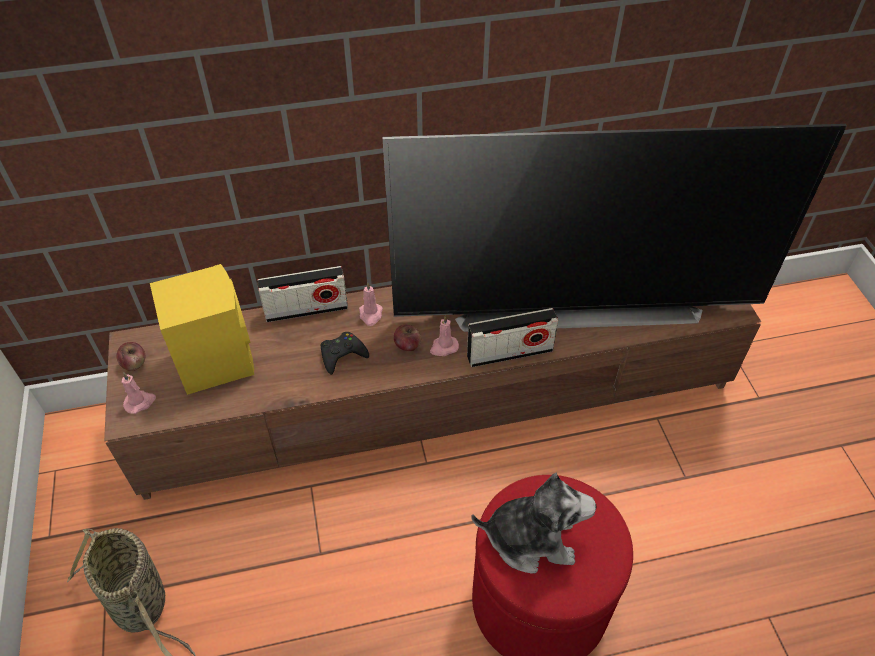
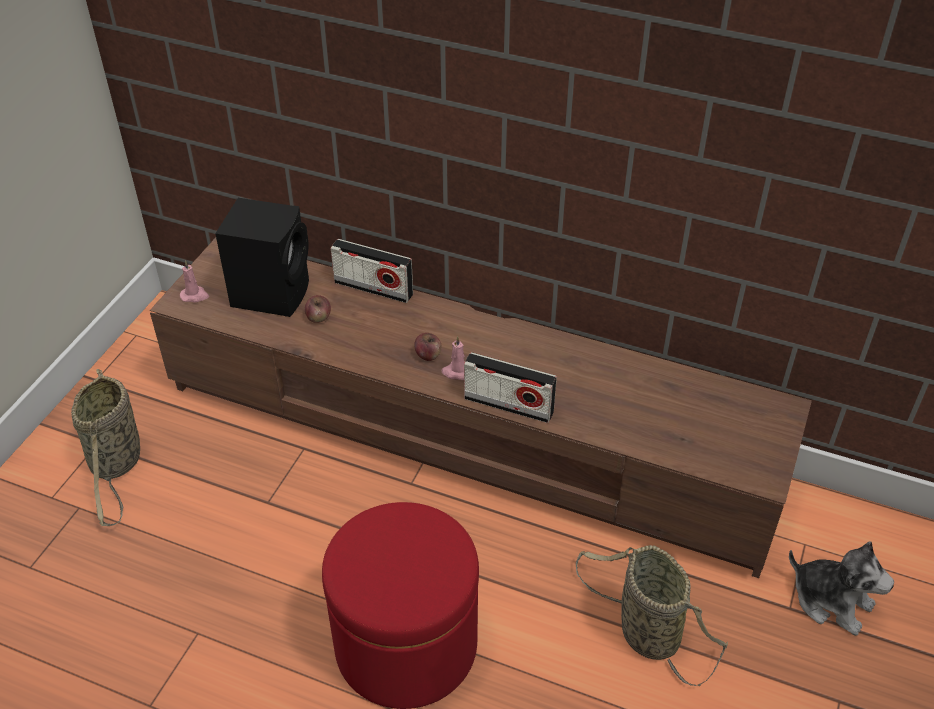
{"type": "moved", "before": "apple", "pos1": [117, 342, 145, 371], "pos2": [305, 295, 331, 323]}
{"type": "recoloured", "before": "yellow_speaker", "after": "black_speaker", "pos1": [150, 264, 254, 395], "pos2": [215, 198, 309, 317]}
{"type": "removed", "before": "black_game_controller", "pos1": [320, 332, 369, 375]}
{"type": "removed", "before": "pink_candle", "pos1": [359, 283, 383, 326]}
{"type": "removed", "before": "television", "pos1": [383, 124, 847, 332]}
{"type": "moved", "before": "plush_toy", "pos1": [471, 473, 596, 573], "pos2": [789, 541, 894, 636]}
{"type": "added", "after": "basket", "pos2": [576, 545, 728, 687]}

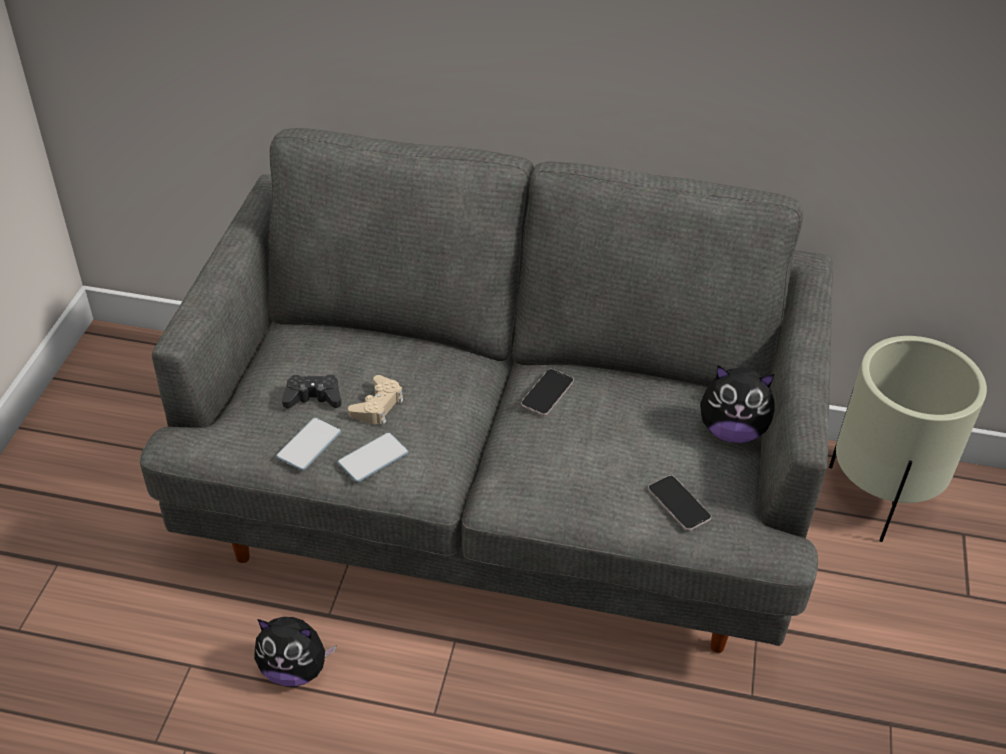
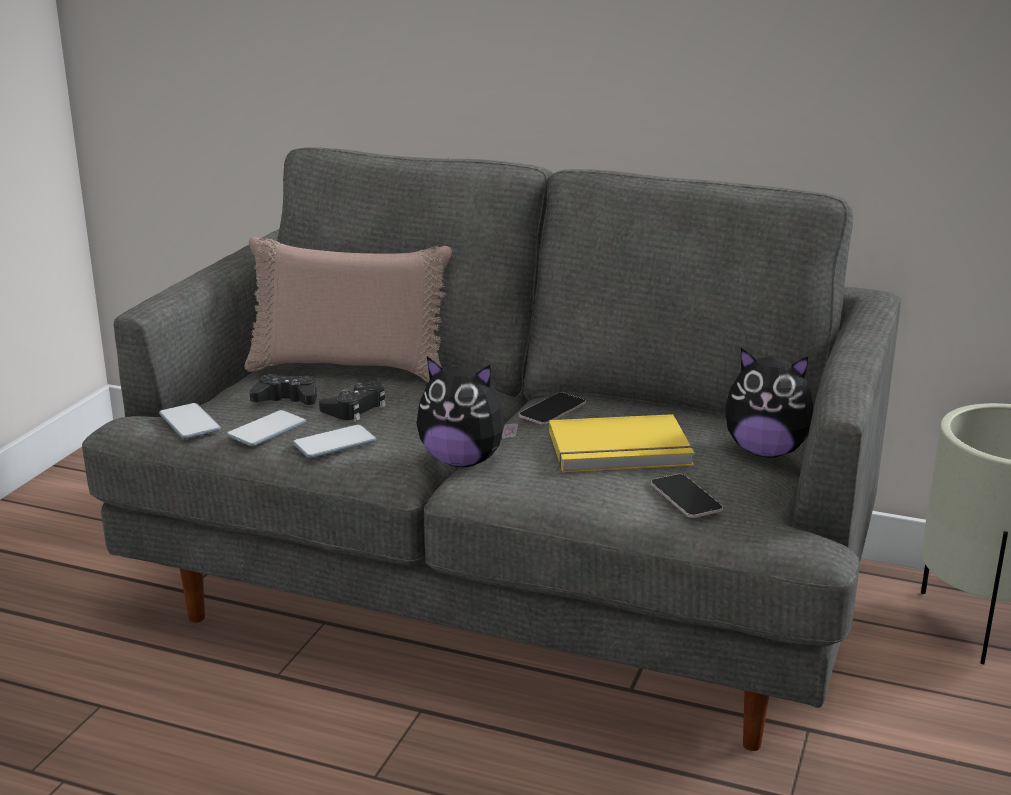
{"type": "moved", "before": "plush_toy", "pos1": [254, 617, 336, 687], "pos2": [417, 357, 518, 467]}
{"type": "recoloured", "before": "beige_game_controller", "after": "black_game_controller", "pos1": [348, 375, 403, 425], "pos2": [319, 381, 386, 421]}
{"type": "added", "after": "phone", "pos2": [159, 403, 221, 439]}
{"type": "added", "after": "beige_pillow", "pos2": [244, 237, 452, 382]}
{"type": "added", "after": "yellow_book", "pos2": [549, 414, 695, 472]}

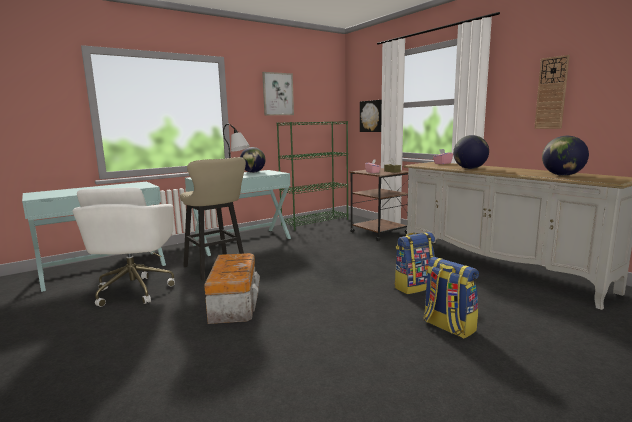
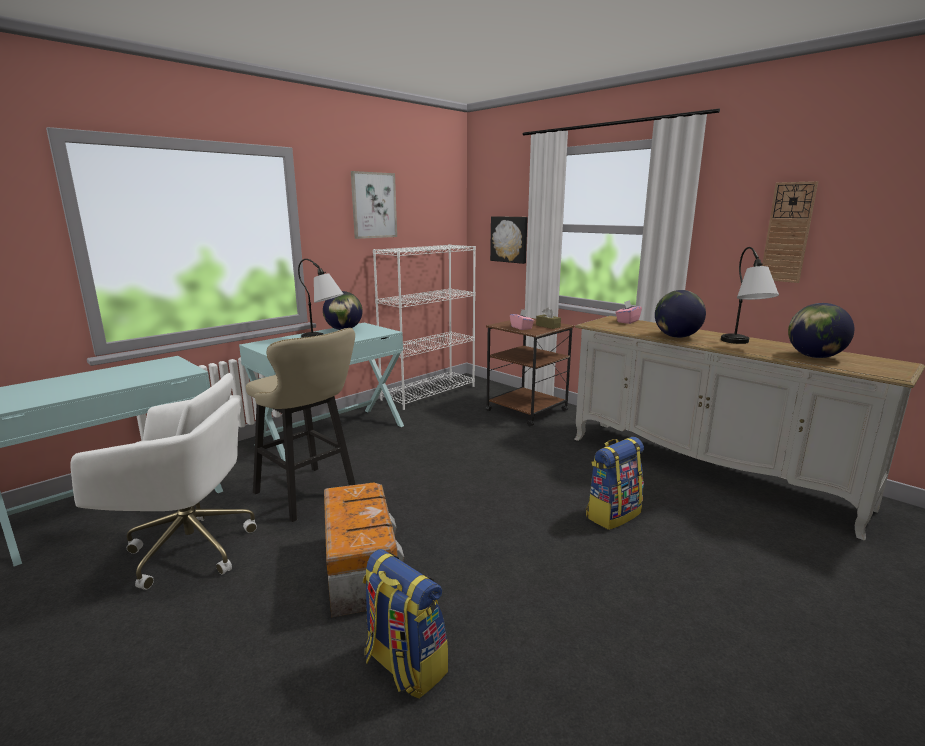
{"type": "turned", "before": "white_office_chair", "pos1": [73, 188, 175, 307], "pos2": [70, 373, 257, 590], "turn": -75}
{"type": "recoloured", "before": "green_bookcase", "after": "white_bookcase", "pos1": [277, 121, 348, 231], "pos2": [373, 244, 476, 410]}
{"type": "moved", "before": "backpack", "pos1": [423, 257, 479, 339], "pos2": [363, 549, 448, 699]}
{"type": "added", "after": "table_lamp", "pos2": [721, 247, 779, 344]}

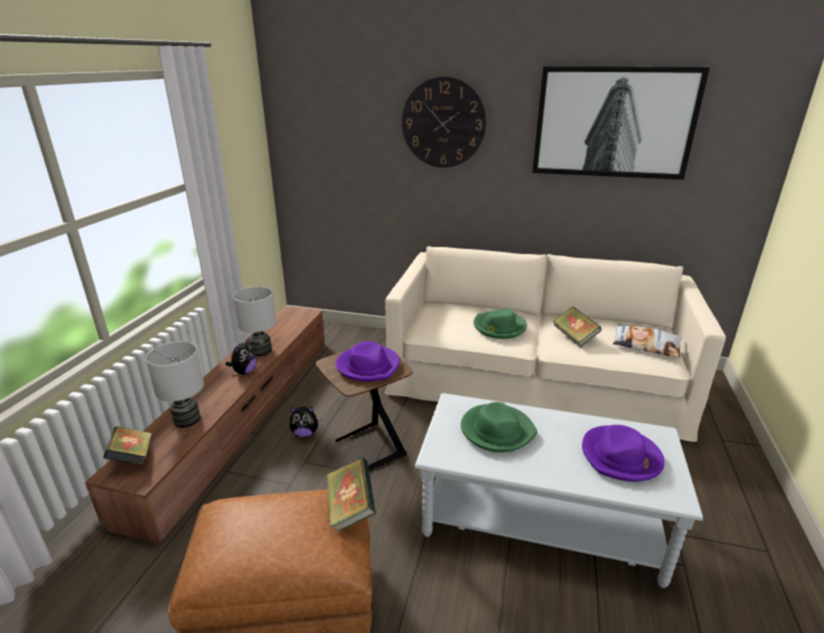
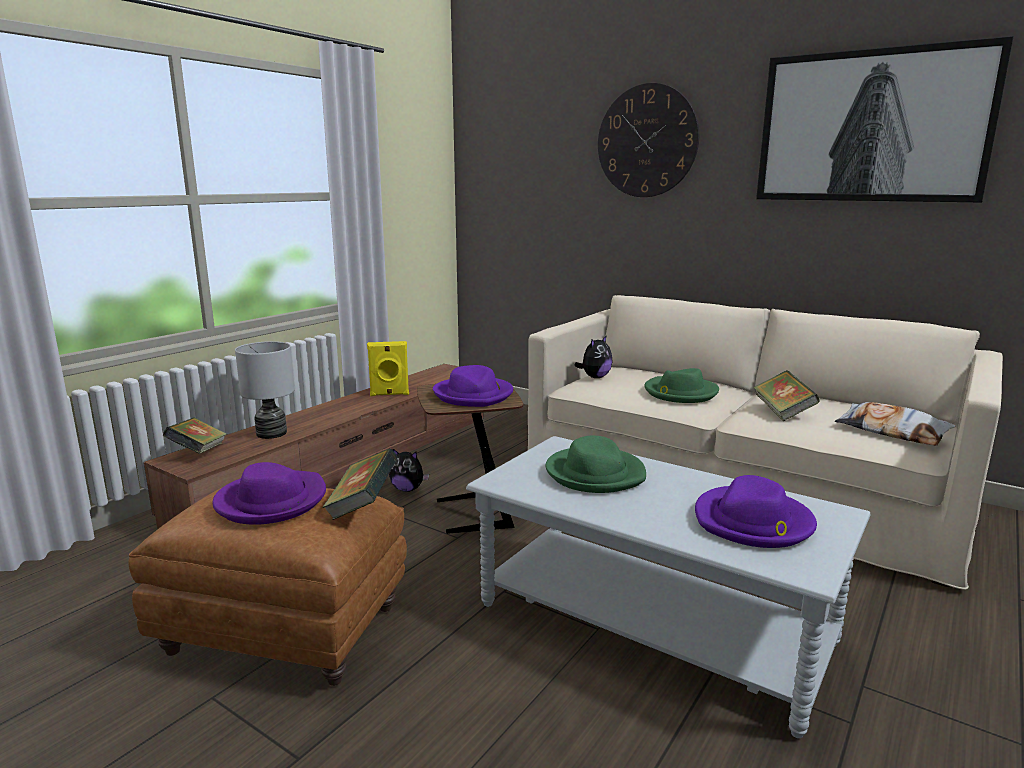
{"type": "moved", "before": "plush_toy", "pos1": [226, 338, 257, 374], "pos2": [575, 335, 613, 378]}
{"type": "replaced", "before": "grey_table_lamp", "after": "yellow_speaker", "pos1": [233, 287, 276, 356], "pos2": [367, 341, 409, 396]}
{"type": "added", "after": "purple_hat", "pos2": [212, 462, 326, 525]}

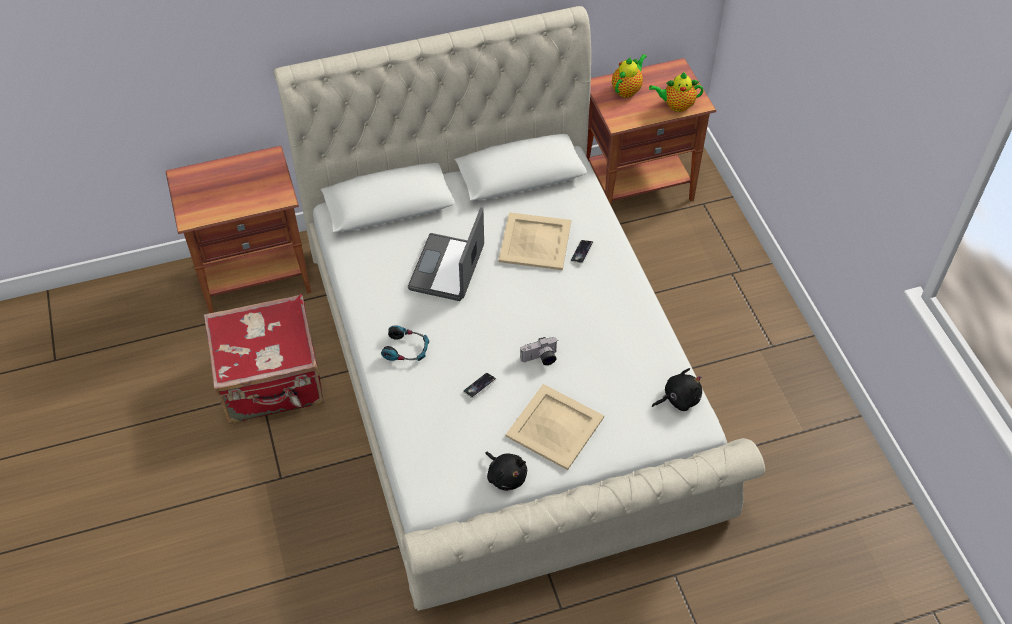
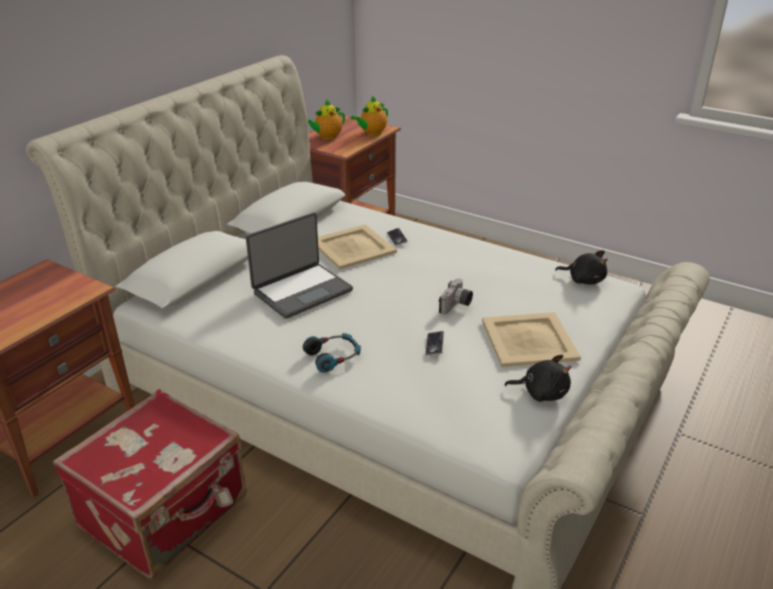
{"type": "turned", "before": "laptop", "pos1": [408, 207, 484, 301], "pos2": [246, 212, 353, 319], "turn": -105}
{"type": "turned", "before": "teapot", "pos1": [612, 54, 647, 98], "pos2": [307, 99, 345, 140], "turn": -120}
{"type": "turned", "before": "black_plush_toy", "pos1": [652, 368, 702, 411], "pos2": [555, 250, 608, 285], "turn": 90}

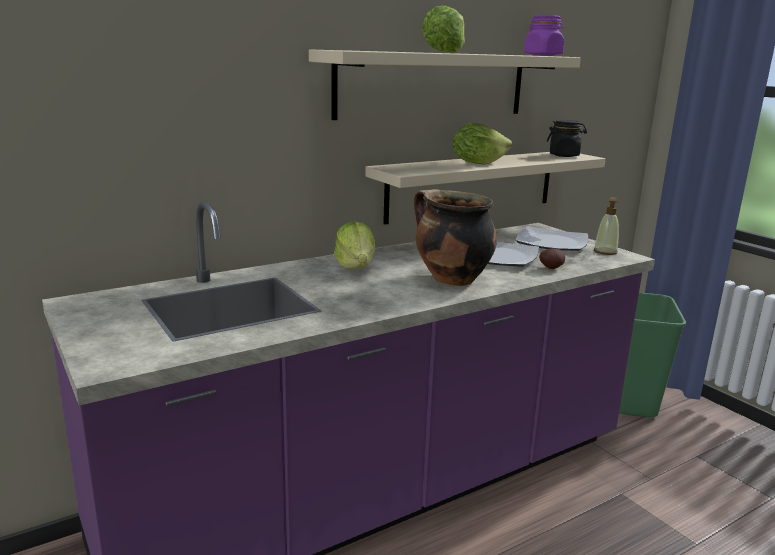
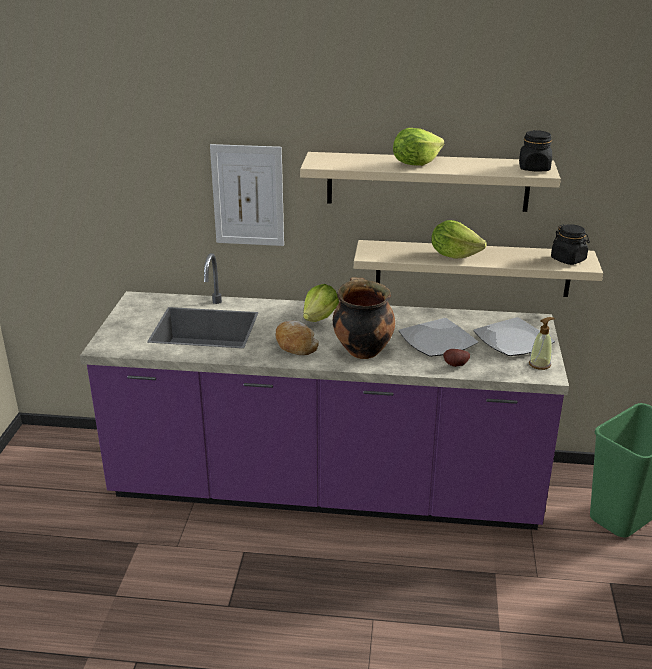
{"type": "recoloured", "before": "purple_jar", "after": "black_jar", "pos1": [524, 15, 564, 56], "pos2": [519, 130, 552, 171]}
{"type": "added", "after": "picture", "pos2": [210, 144, 284, 246]}
{"type": "added", "after": "bread", "pos2": [276, 320, 319, 355]}

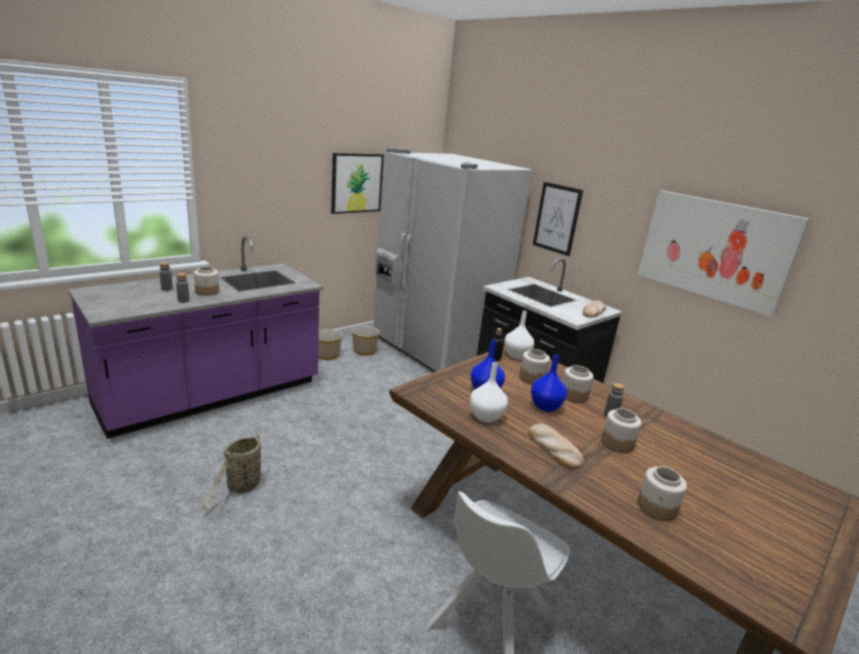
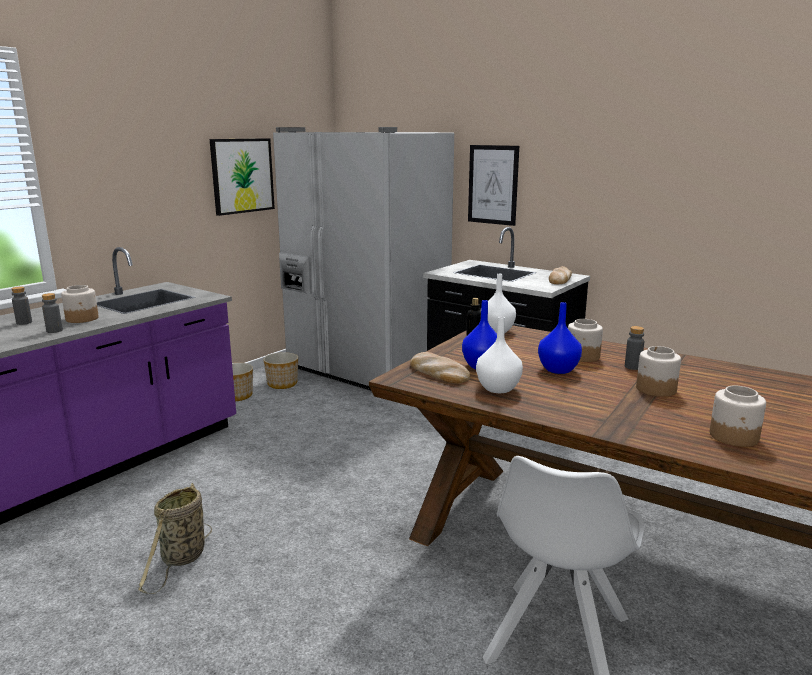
{"type": "removed", "before": "jar", "pos1": [519, 349, 550, 384]}
{"type": "moved", "before": "bread", "pos1": [529, 424, 584, 469], "pos2": [410, 352, 470, 384]}
{"type": "removed", "before": "picture", "pos1": [637, 190, 810, 317]}

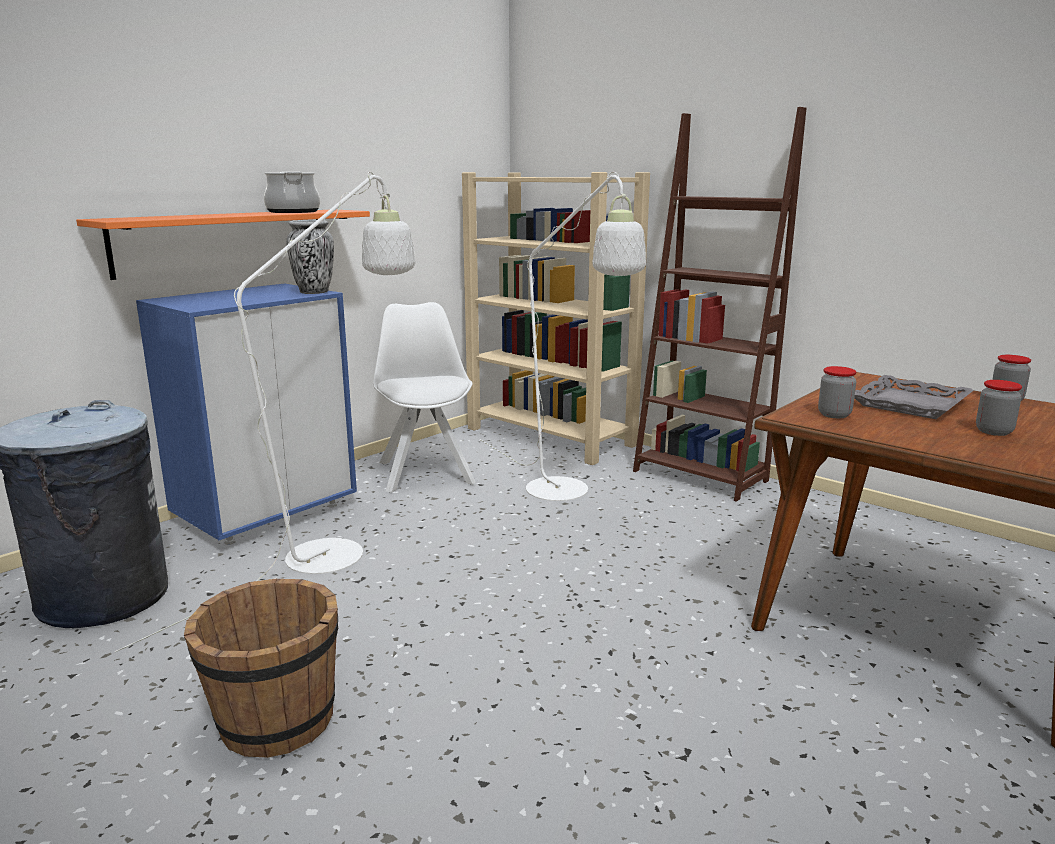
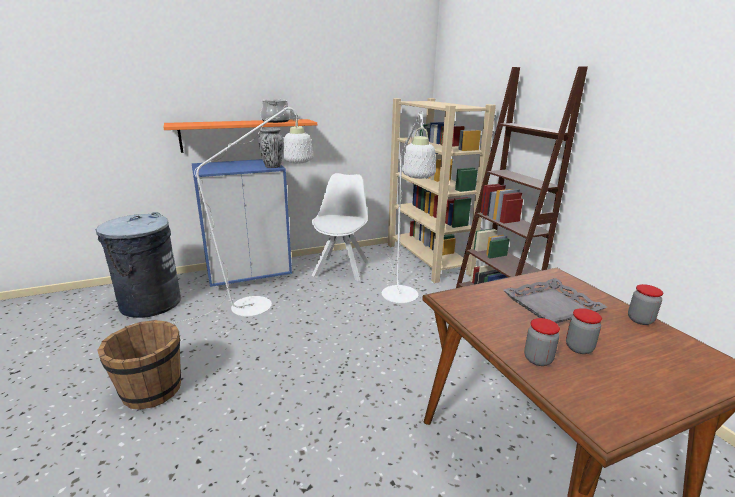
{"type": "moved", "before": "jar", "pos1": [818, 366, 856, 418], "pos2": [524, 318, 560, 366]}

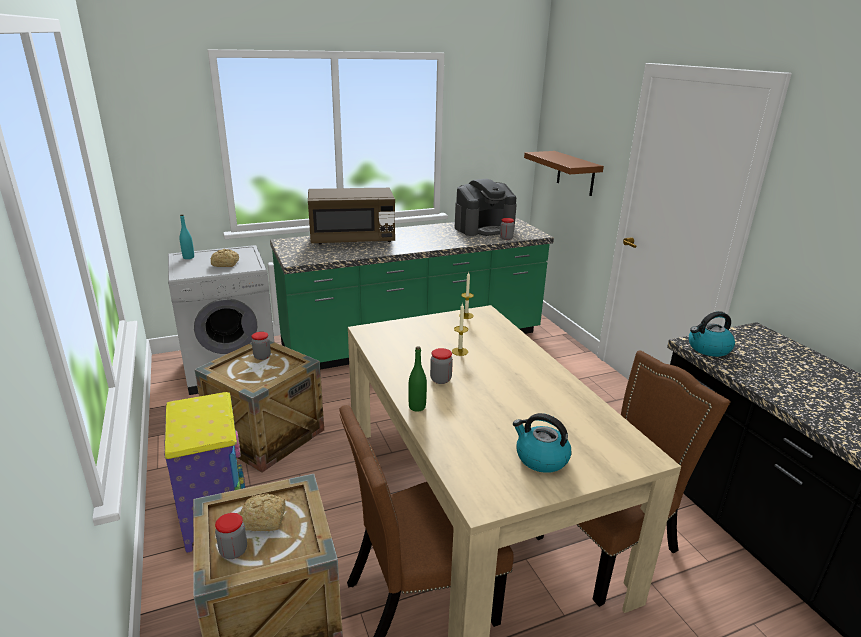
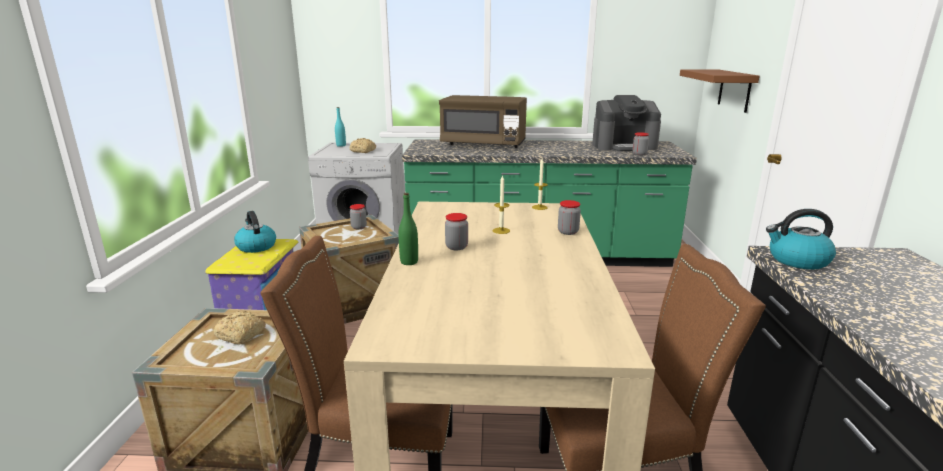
{"type": "moved", "before": "jar", "pos1": [215, 513, 247, 559], "pos2": [558, 200, 581, 235]}
{"type": "moved", "before": "kettle", "pos1": [513, 413, 571, 473], "pos2": [234, 211, 276, 253]}

